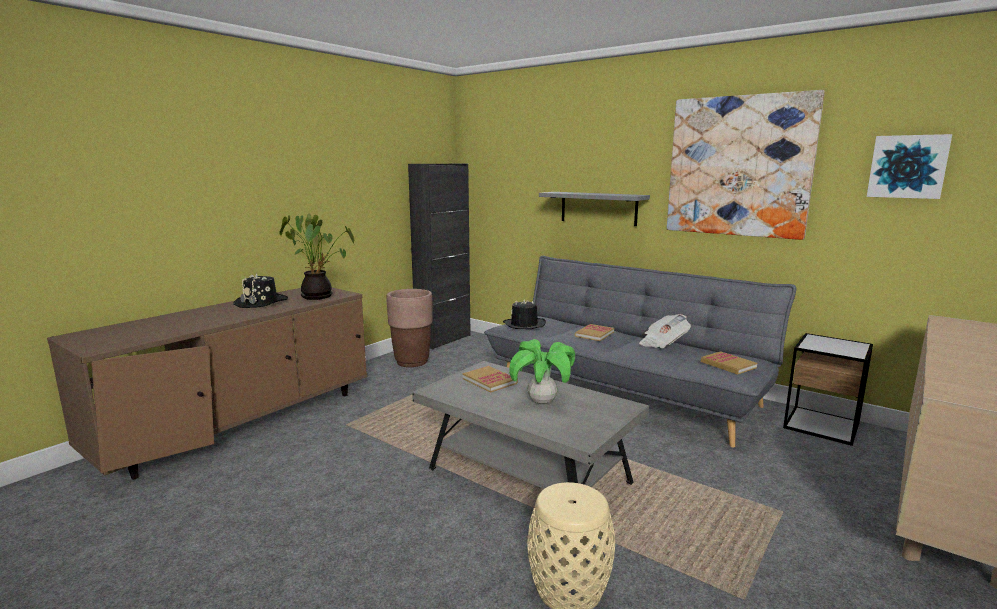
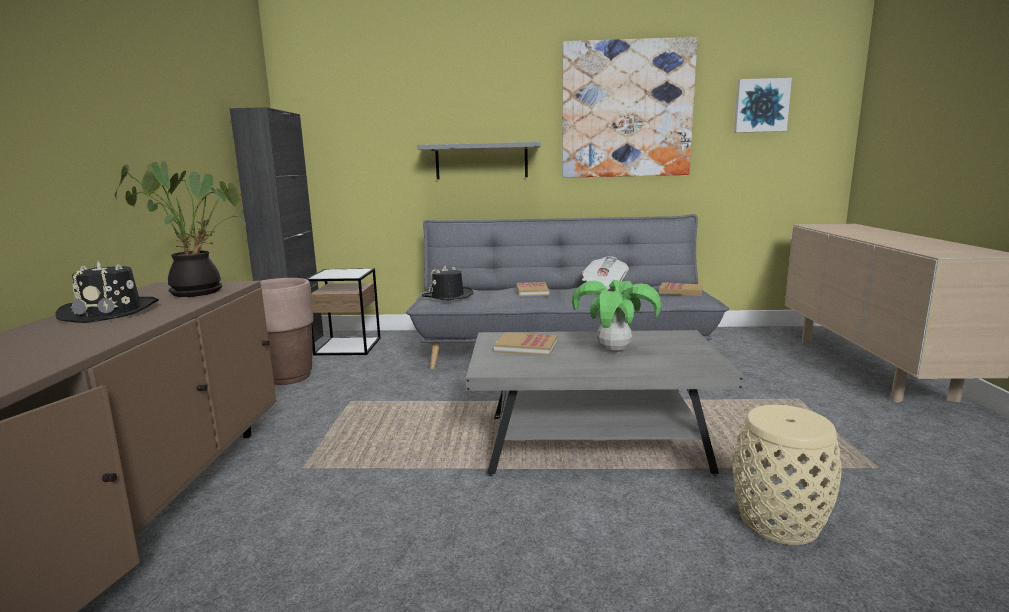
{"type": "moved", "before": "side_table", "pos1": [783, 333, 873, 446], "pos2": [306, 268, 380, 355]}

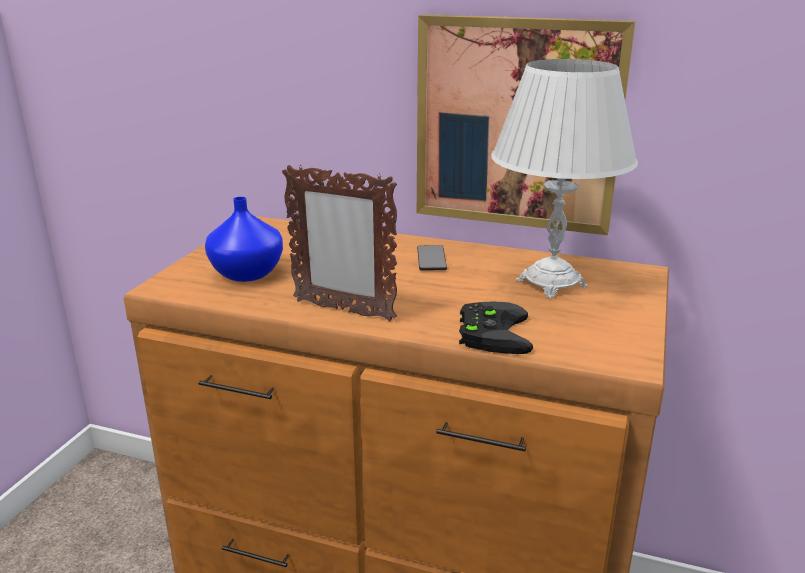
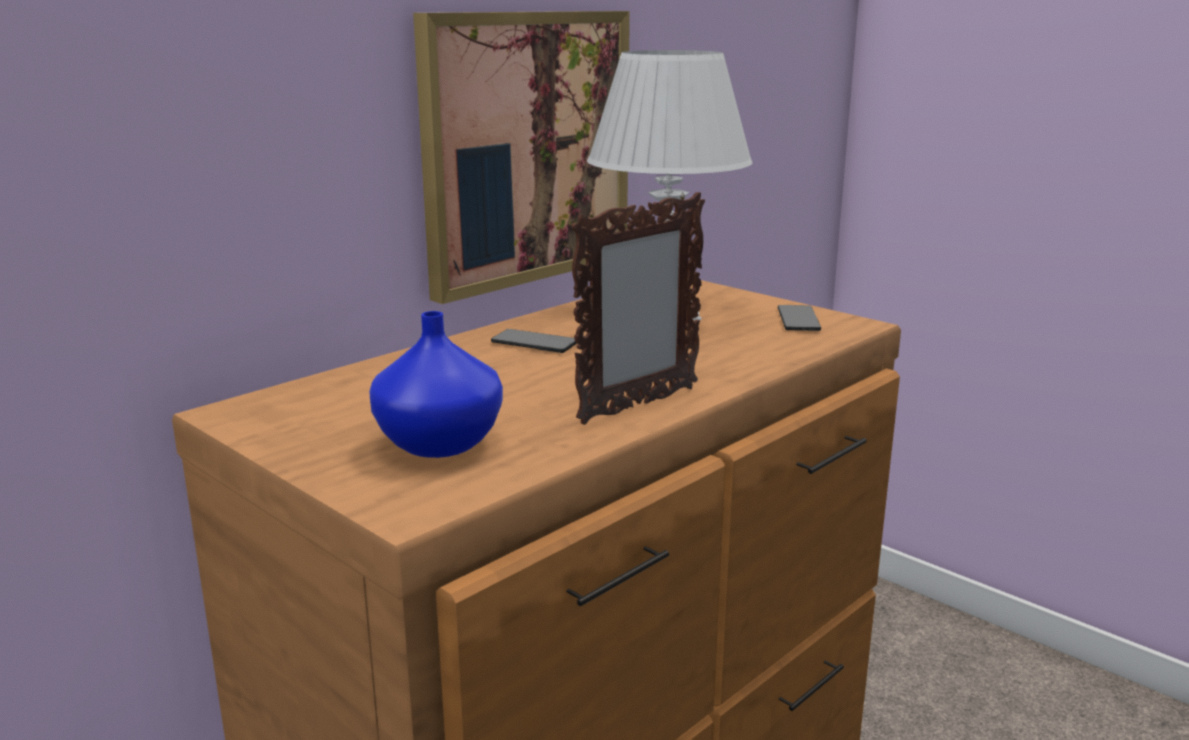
{"type": "removed", "before": "black_game_controller", "pos1": [459, 302, 533, 354]}
{"type": "added", "after": "phone", "pos2": [778, 305, 821, 331]}

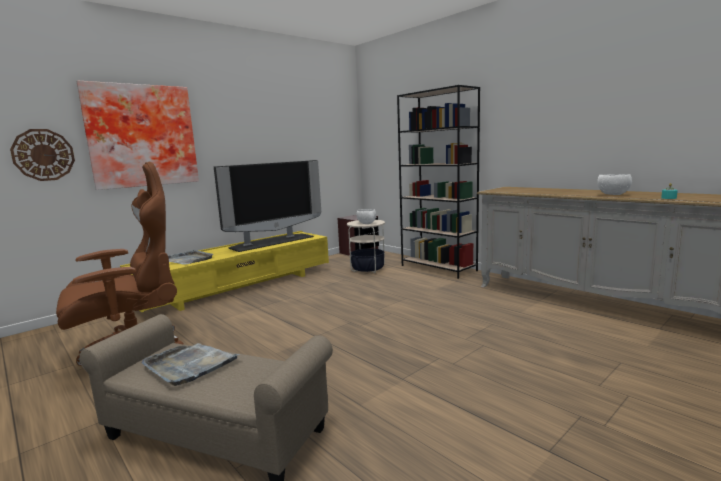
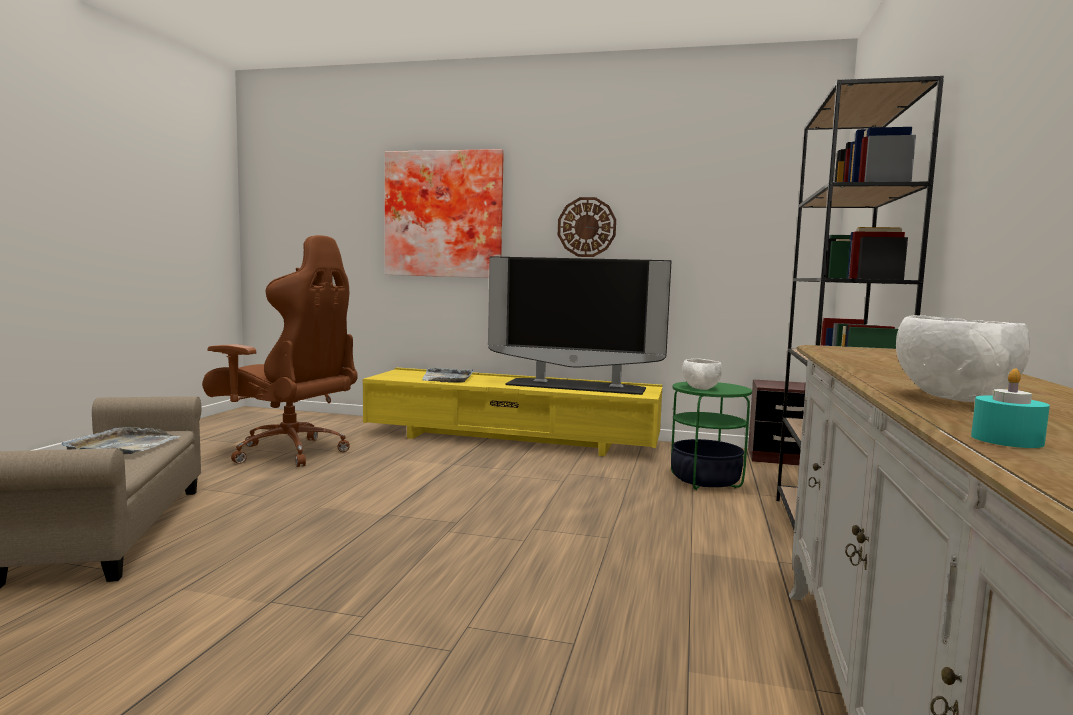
{"type": "moved", "before": "wall_clock", "pos1": [10, 129, 75, 181], "pos2": [558, 197, 616, 257]}
{"type": "recoloured", "before": "beige_side_table", "after": "green_side_table", "pos1": [347, 220, 385, 273], "pos2": [671, 382, 752, 490]}

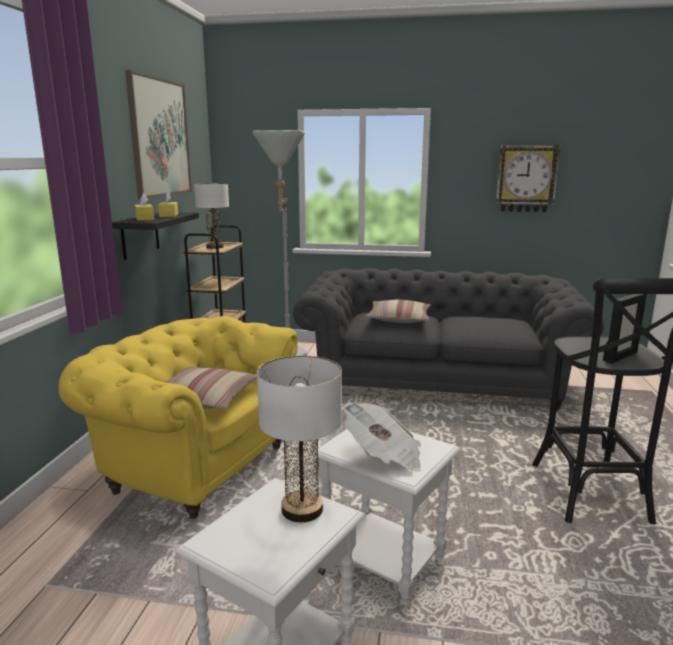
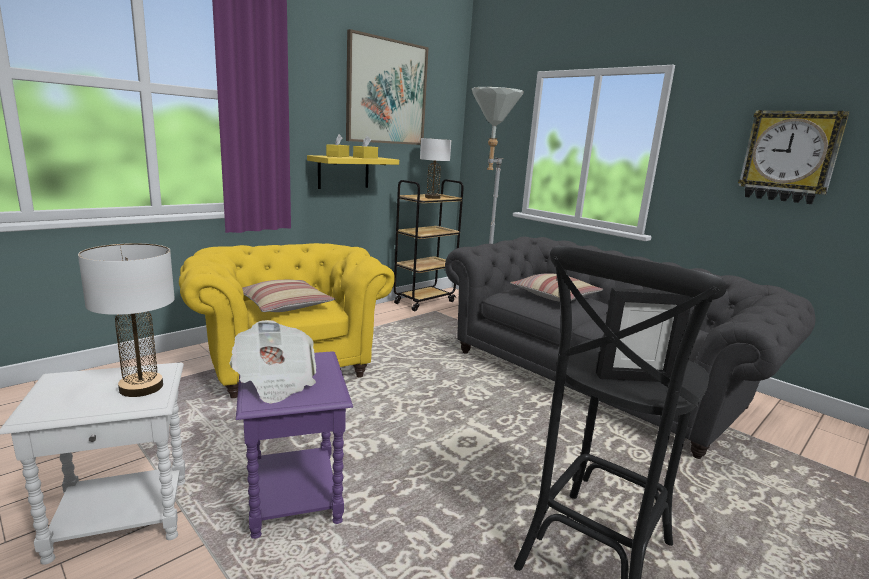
{"type": "recoloured", "before": "black_shelf", "after": "yellow_shelf", "pos1": [112, 212, 199, 260], "pos2": [307, 155, 399, 189]}
{"type": "recoloured", "before": "white_side_table", "after": "purple_side_table", "pos1": [311, 429, 461, 605], "pos2": [236, 351, 353, 539]}

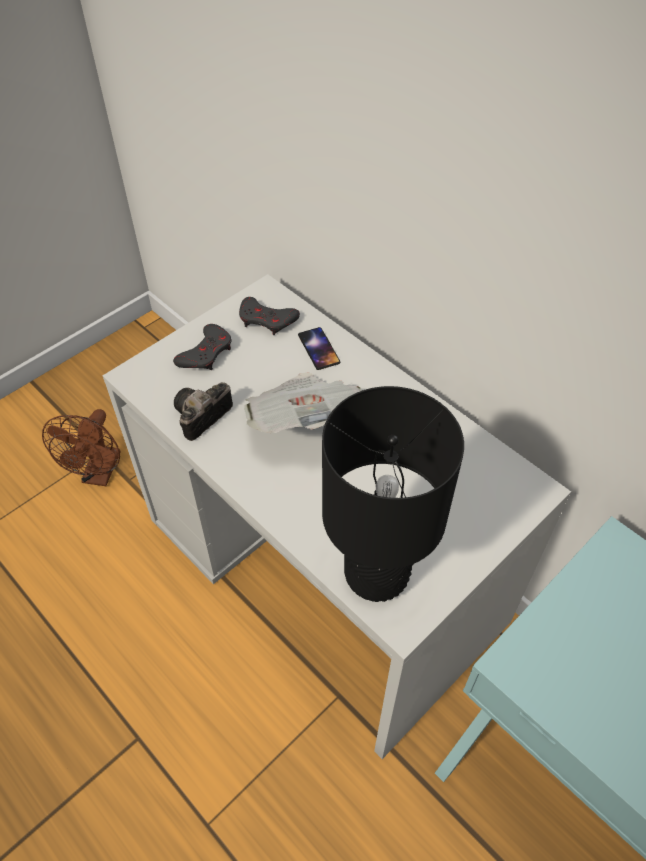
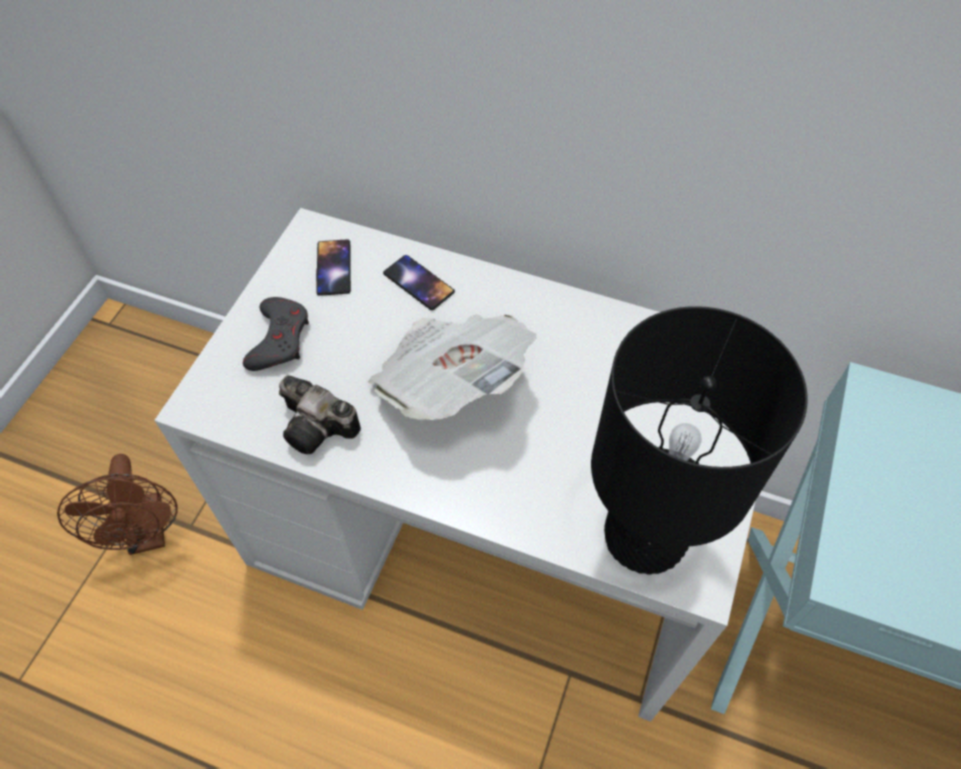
{"type": "turned", "before": "photo_camera", "pos1": [174, 382, 233, 441], "pos2": [279, 375, 361, 454], "turn": -75}
{"type": "replaced", "before": "grey_game_controller", "after": "phone", "pos1": [239, 297, 300, 335], "pos2": [316, 239, 351, 296]}

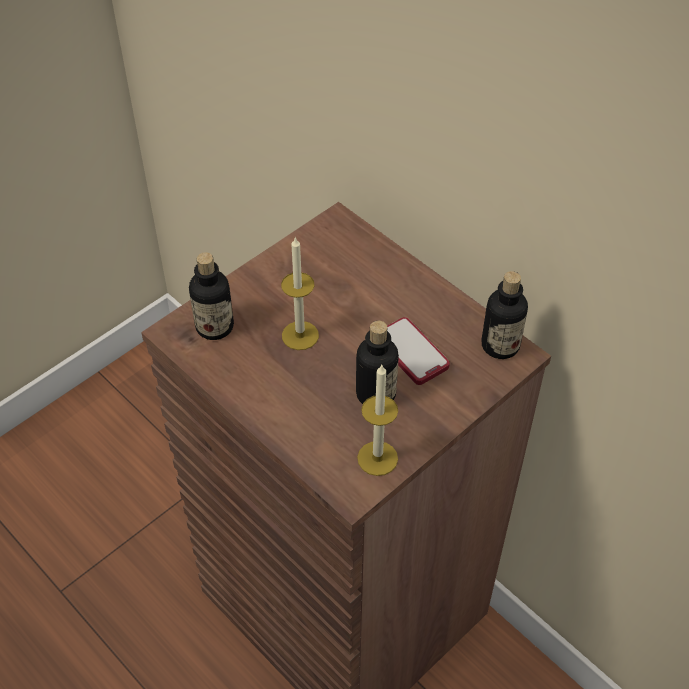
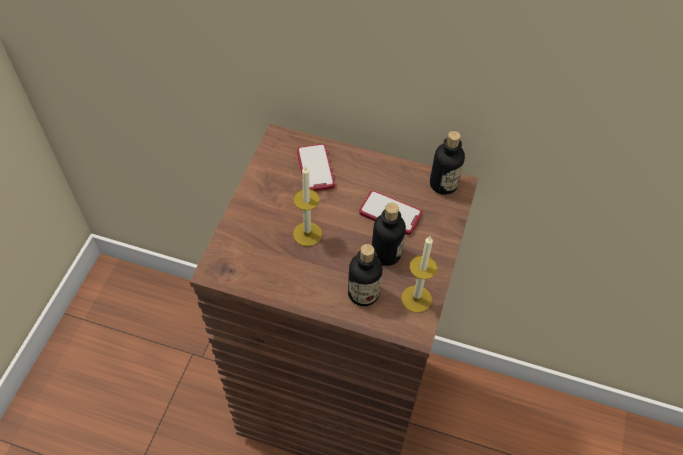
{"type": "moved", "before": "bottle", "pos1": [189, 252, 234, 340], "pos2": [348, 244, 382, 306]}
{"type": "added", "after": "phone", "pos2": [297, 144, 335, 191]}

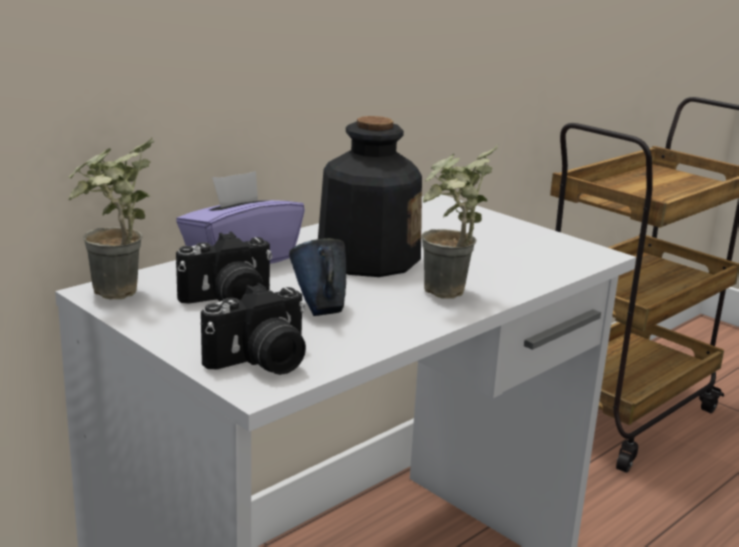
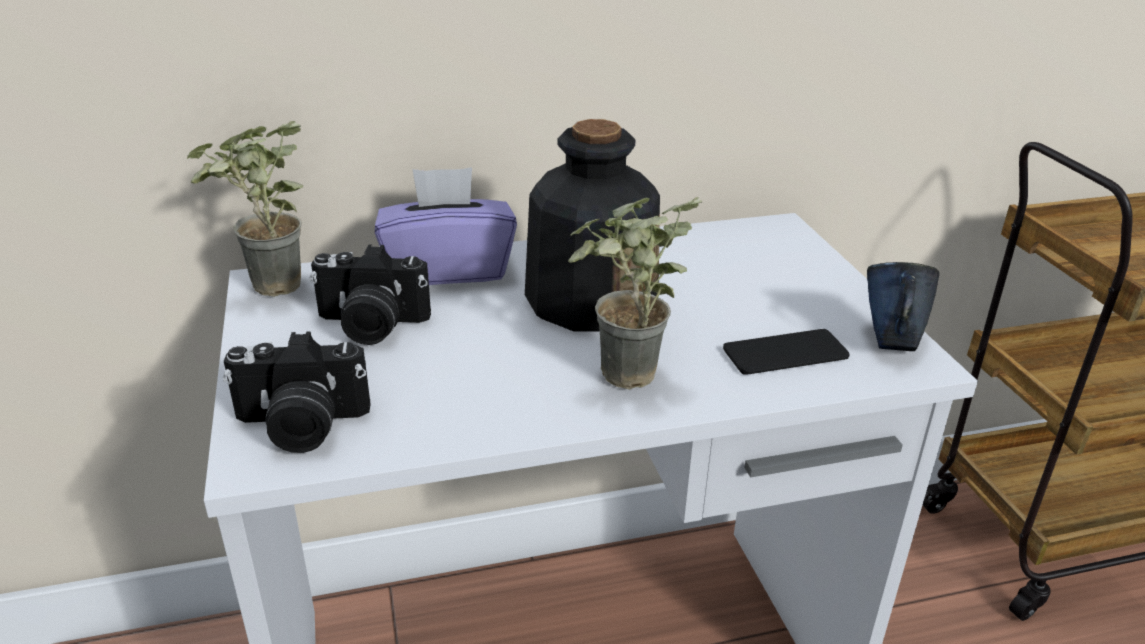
{"type": "moved", "before": "blue_mug", "pos1": [289, 238, 346, 316], "pos2": [867, 262, 939, 351]}
{"type": "added", "after": "phone", "pos2": [723, 329, 850, 375]}

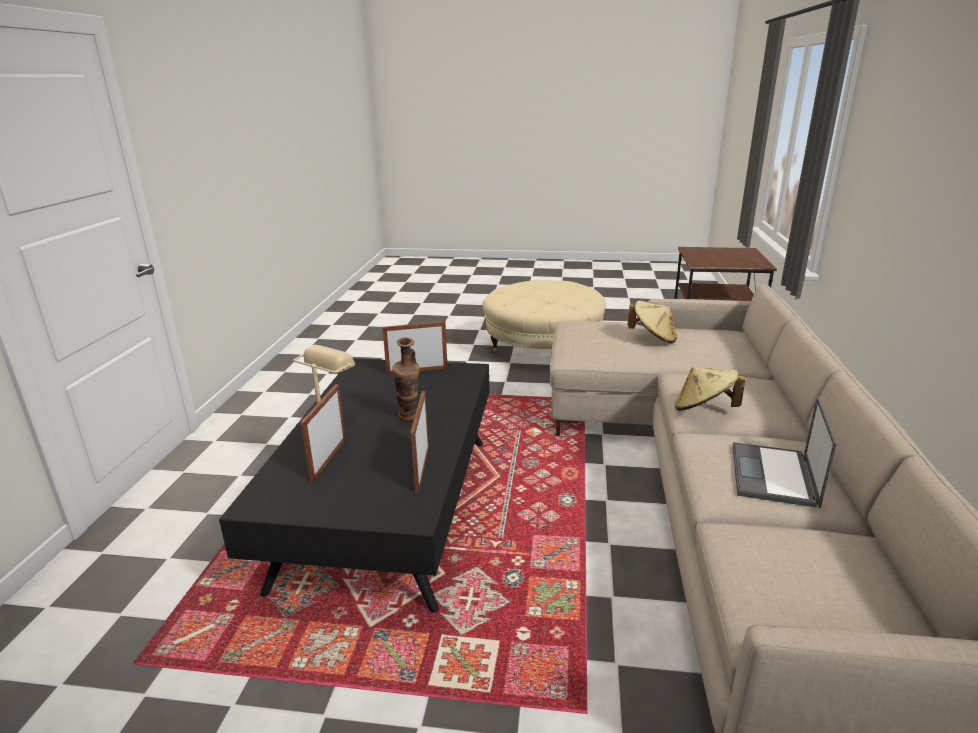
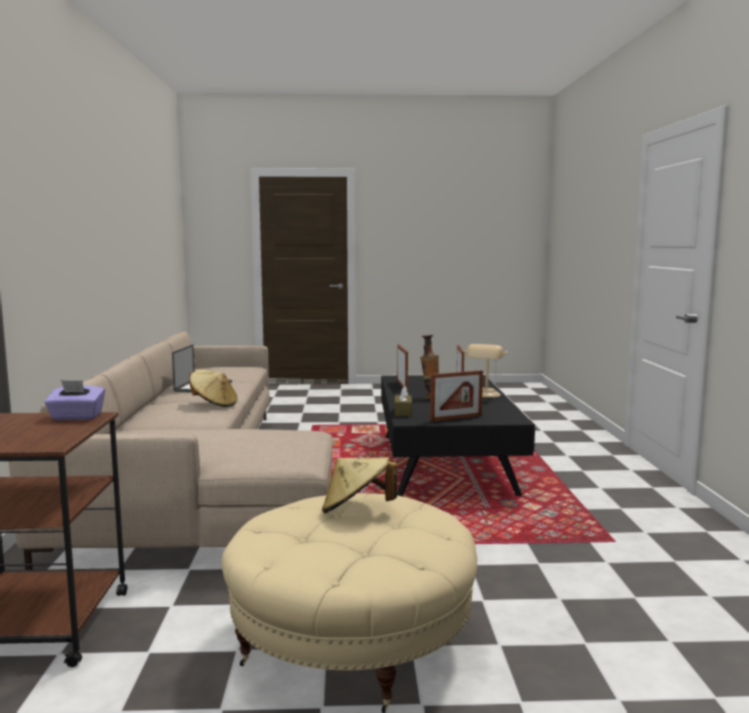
{"type": "moved", "before": "beige_hat", "pos1": [628, 301, 677, 343], "pos2": [322, 458, 397, 513]}
{"type": "added", "after": "purple_tissue_box", "pos2": [44, 380, 105, 420]}
{"type": "added", "after": "brown_tissue_box", "pos2": [395, 386, 412, 416]}

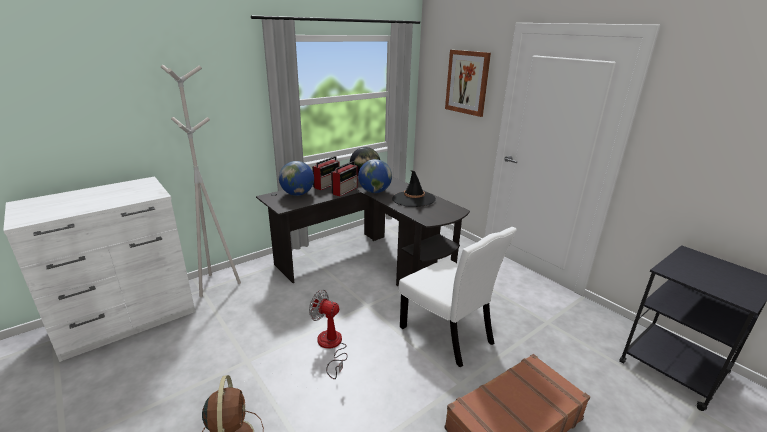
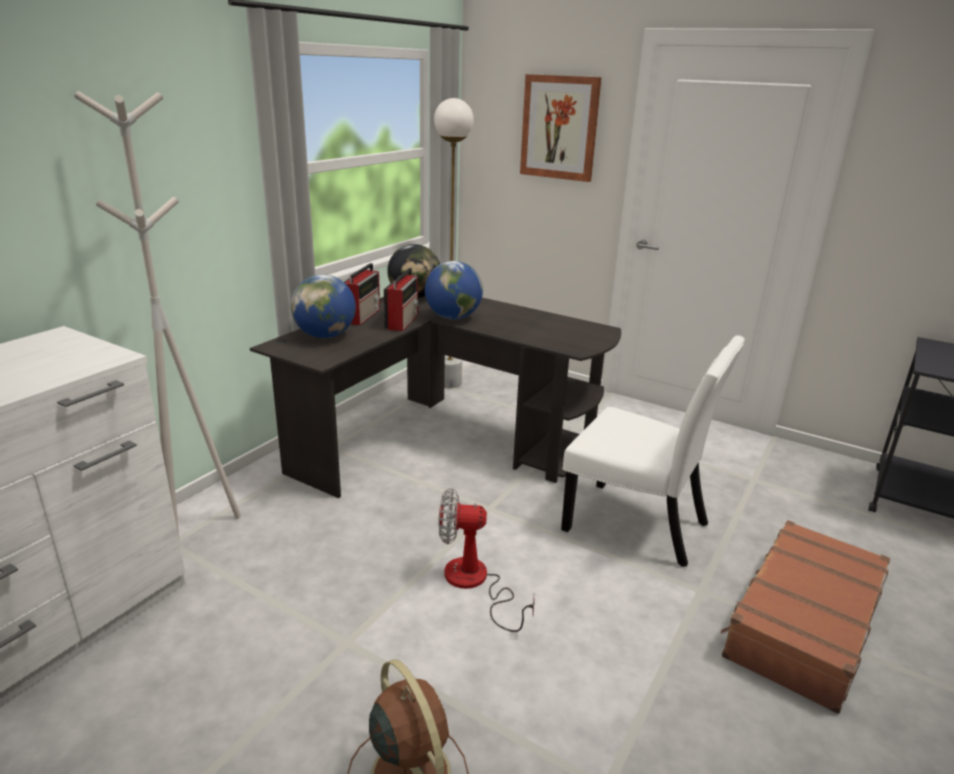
{"type": "removed", "before": "black_hat", "pos1": [392, 170, 436, 207]}
{"type": "added", "after": "white_floor_lamp", "pos2": [434, 98, 474, 388]}

